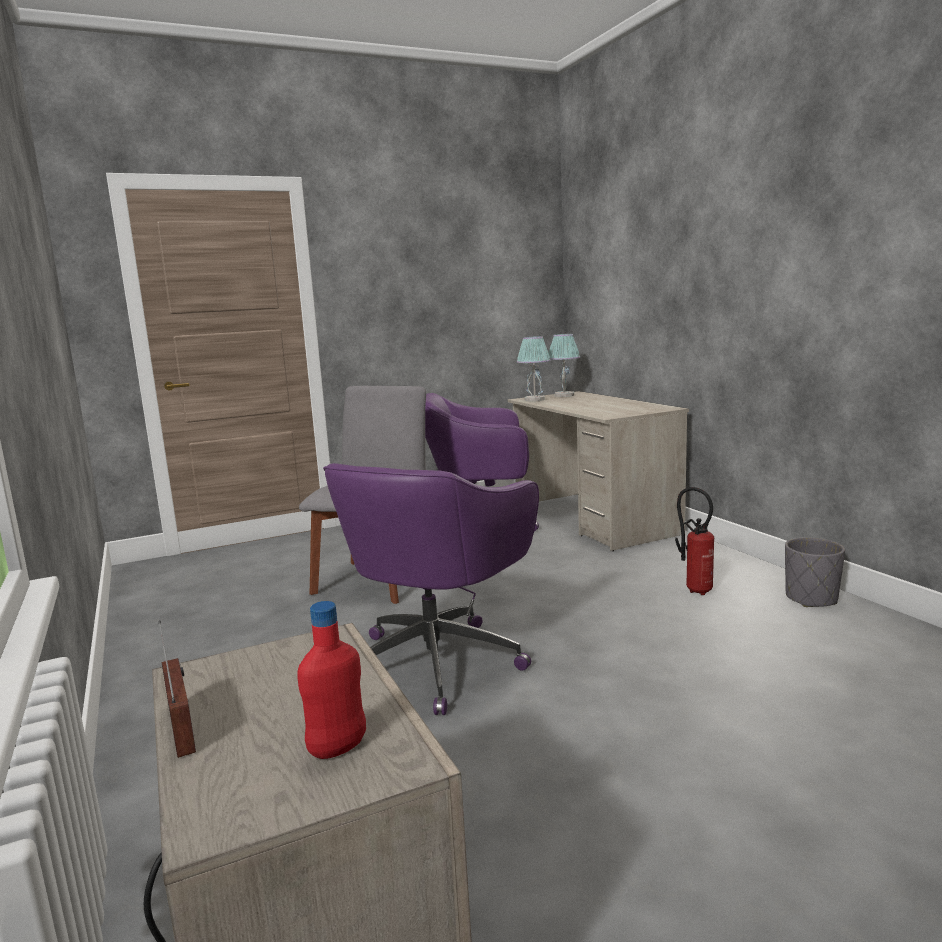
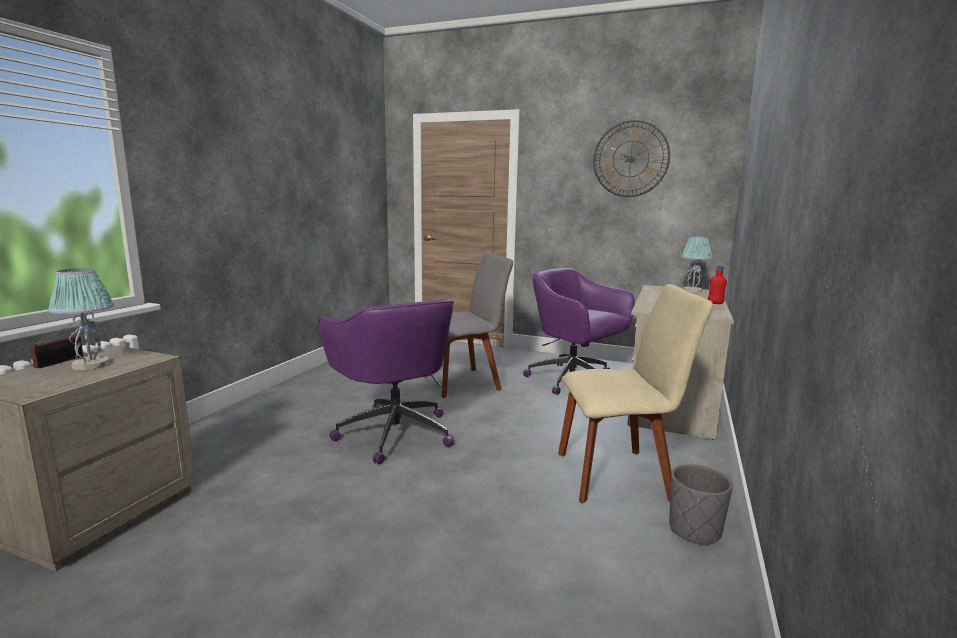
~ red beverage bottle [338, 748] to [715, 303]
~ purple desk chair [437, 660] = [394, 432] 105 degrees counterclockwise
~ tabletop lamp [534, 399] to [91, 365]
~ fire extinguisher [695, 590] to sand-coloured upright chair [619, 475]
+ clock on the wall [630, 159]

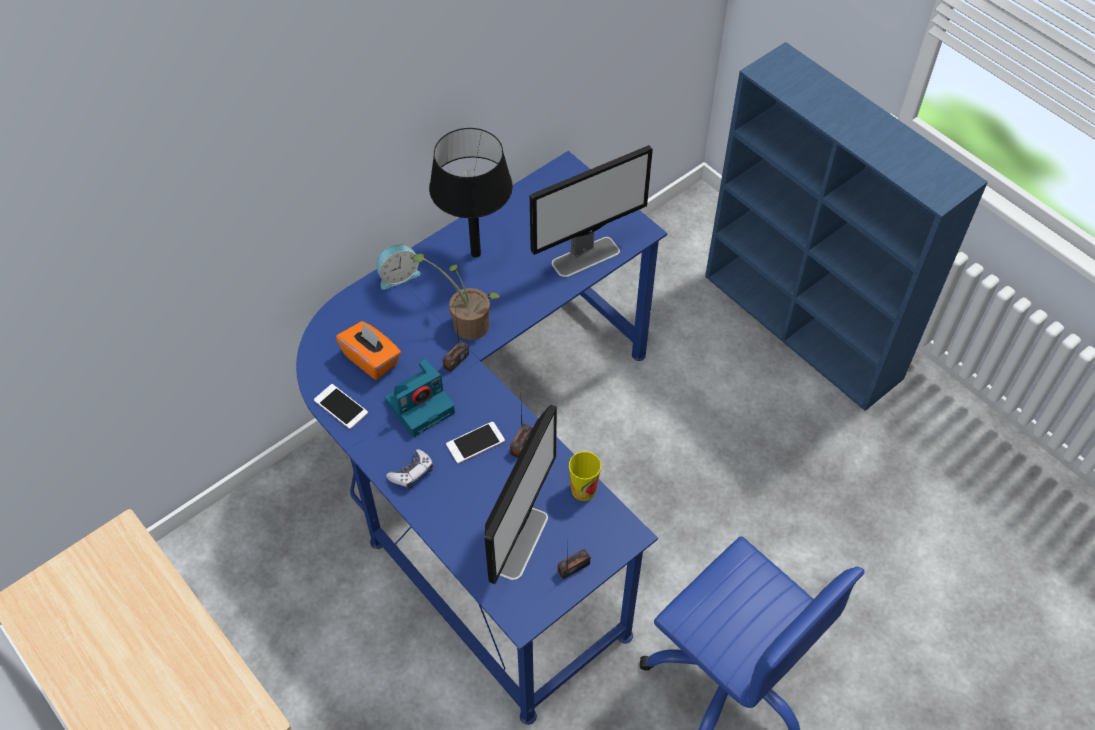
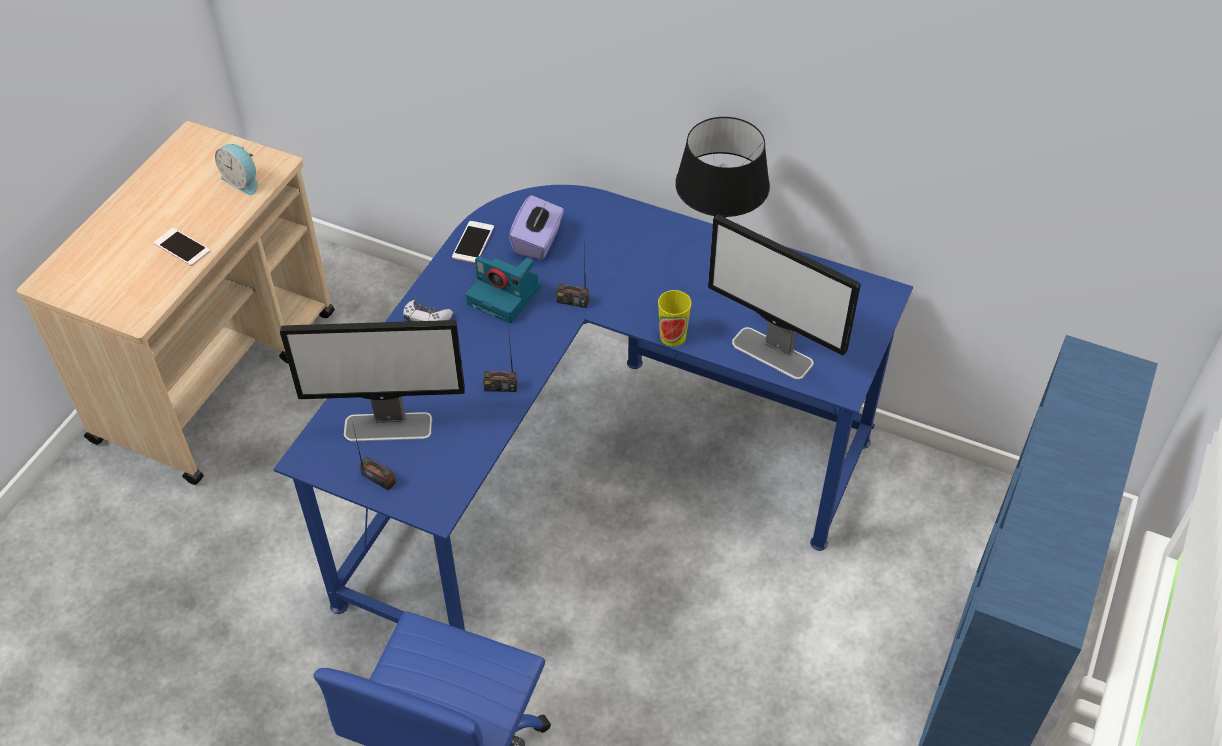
~ orangey box of tissues [371, 359] to purple box of tissues [538, 242]
~ table clock [398, 275] to [242, 181]
- houseplant [466, 322]
~ telephone [475, 443] to [182, 247]
~ cup [583, 489] to [672, 336]

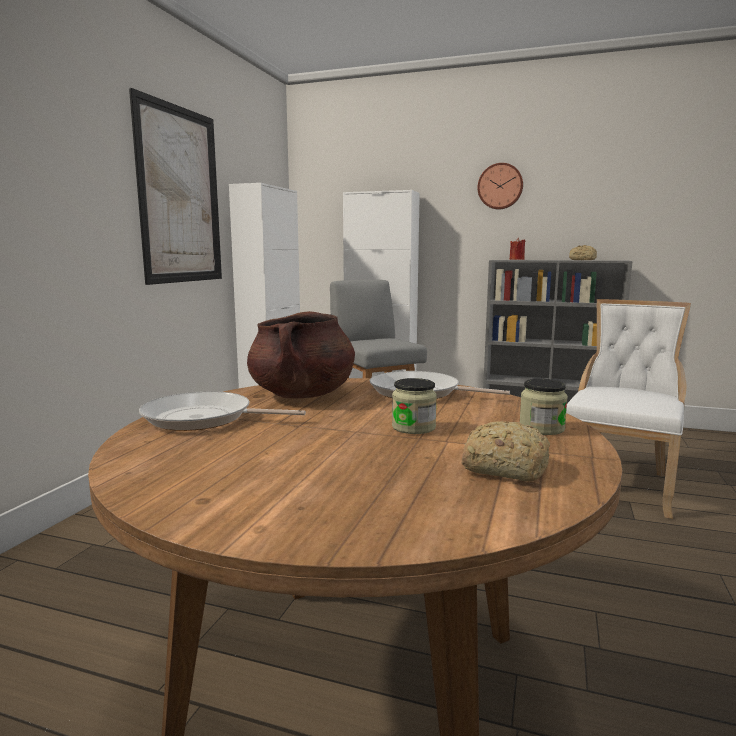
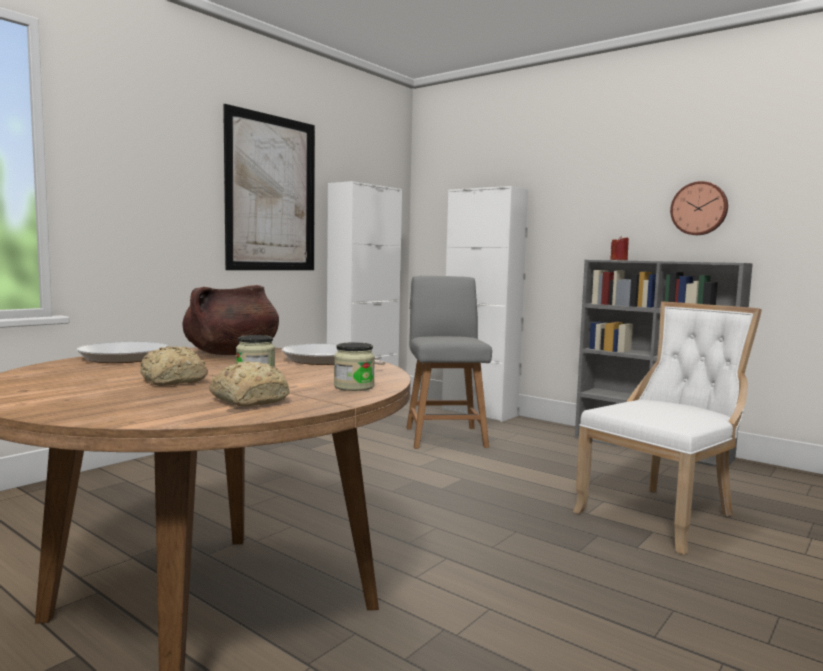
~ clock on the wall [500, 186] to [699, 208]
~ bread [583, 260] to [172, 381]

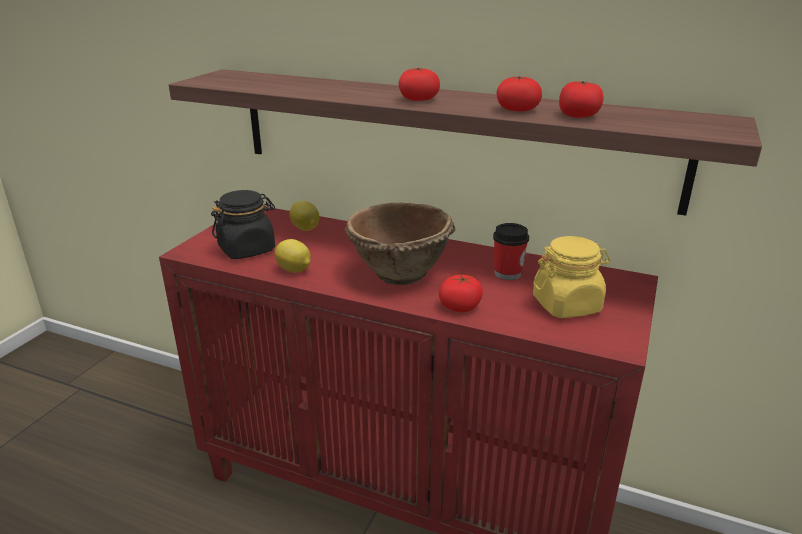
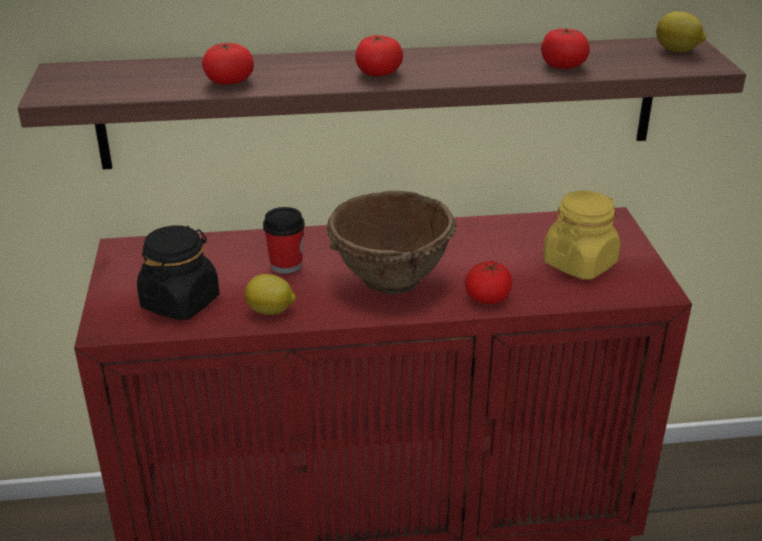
~ lemon [305, 229] to [677, 50]
~ cup [507, 273] to [286, 265]
~ fresh tomato [517, 110] to [229, 81]

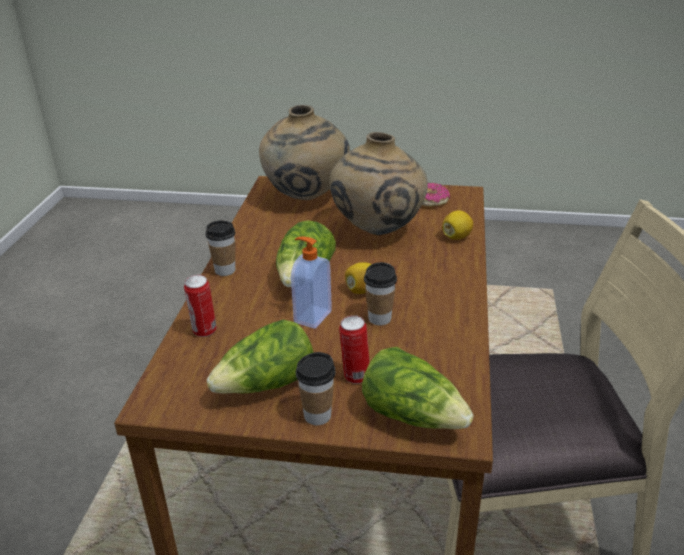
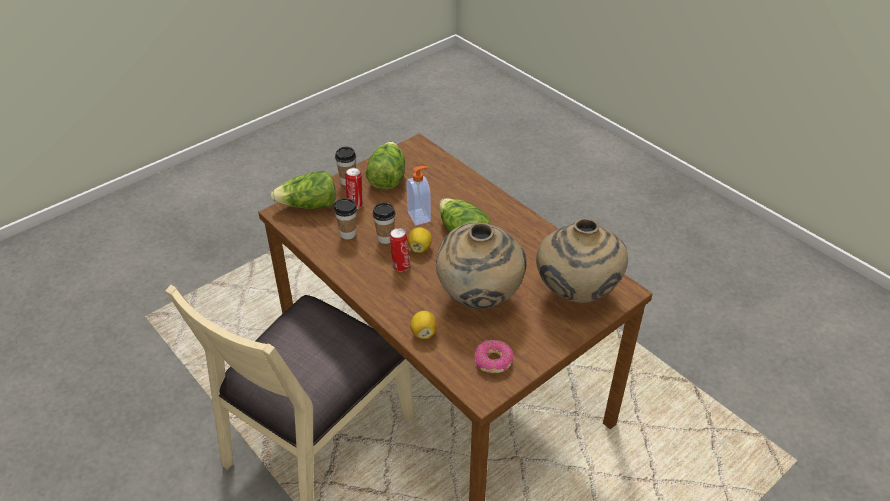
~ sealed can [204, 331] to [400, 266]
~ cup [225, 270] to [348, 234]

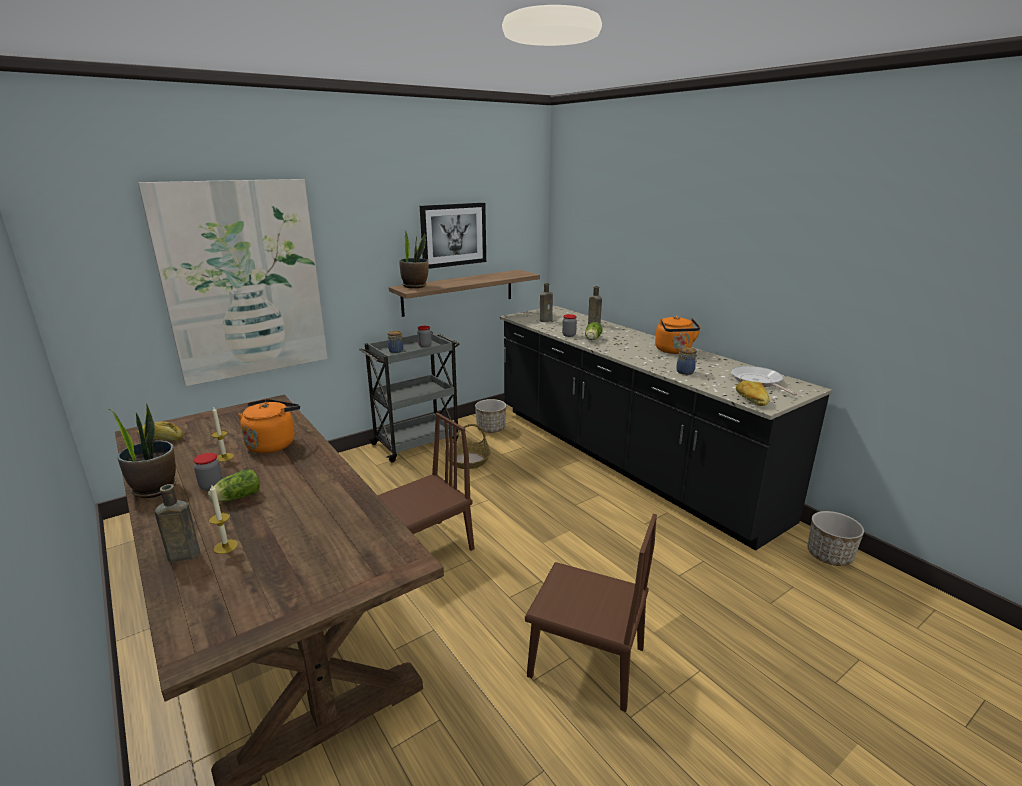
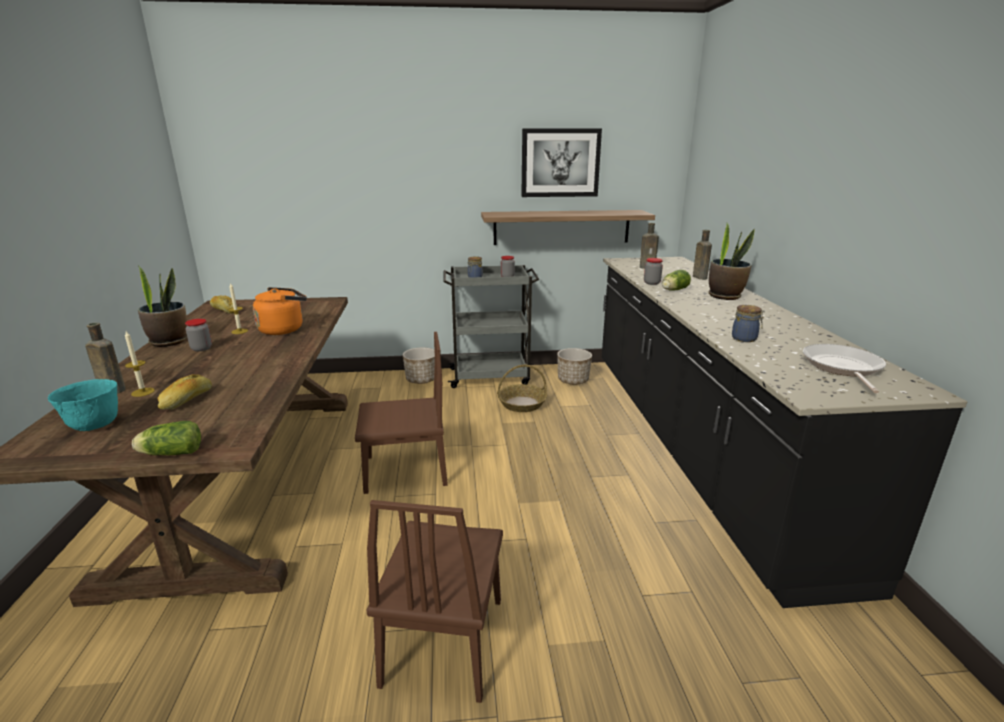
- picture [244, 281]
~ lettuce head [236, 498] to [170, 453]
~ houseplant [415, 286] to [725, 296]
~ brownish upright chair [586, 662] = [444, 640] 45 degrees clockwise
- orangey kettle [674, 351]
~ bread [750, 400] to [187, 400]
~ plant pot [829, 556] to [421, 379]
+ blue-green deep dish [93, 426]

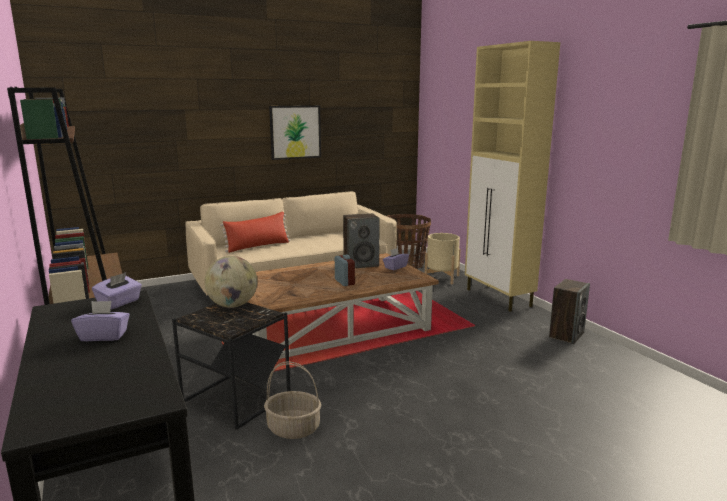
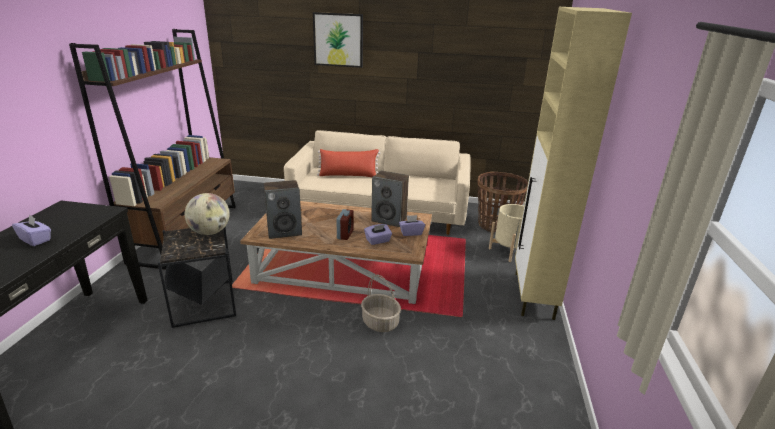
~ purple box of tissues [119, 303] to [378, 241]
~ household basket [294, 428] to [381, 323]
~ picture [295, 132] to [338, 40]
~ speaker [566, 335] to [284, 231]

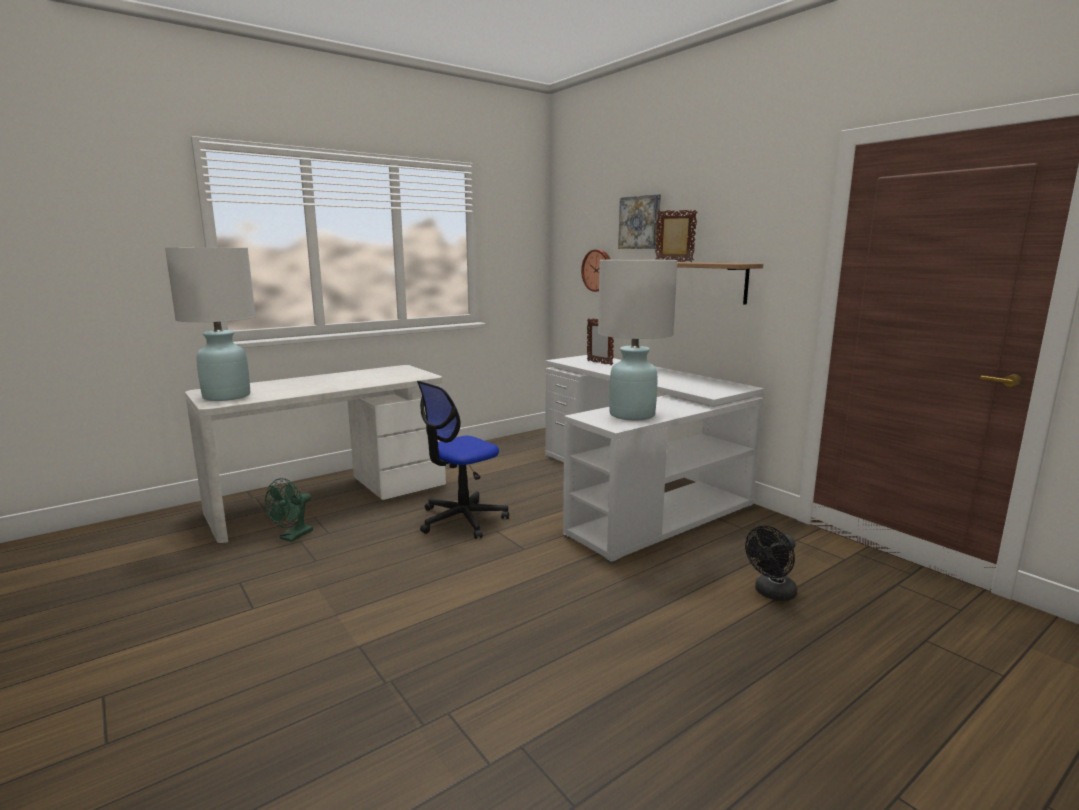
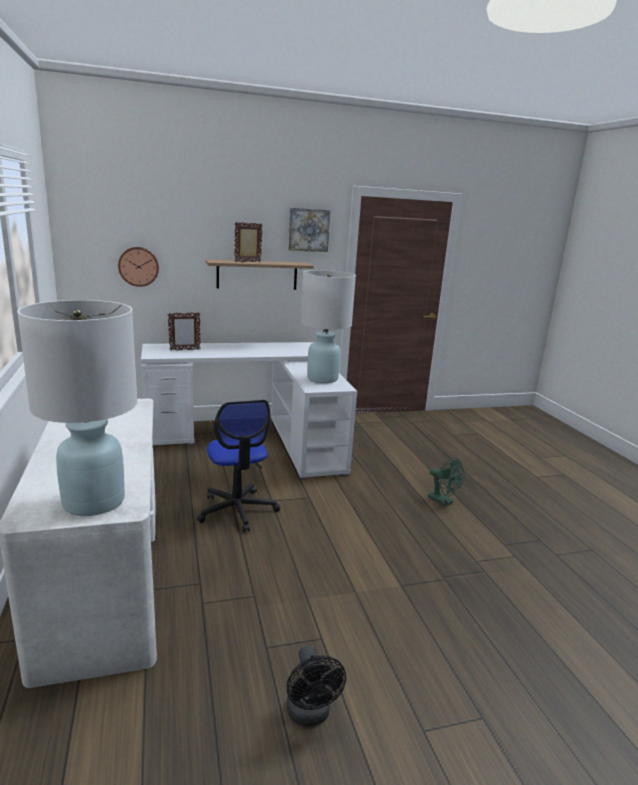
~ green-coloured electric fan [293, 537] to [443, 501]
~ picture [640, 222] to [308, 230]
~ black-coloured electric fan [771, 594] to [310, 715]

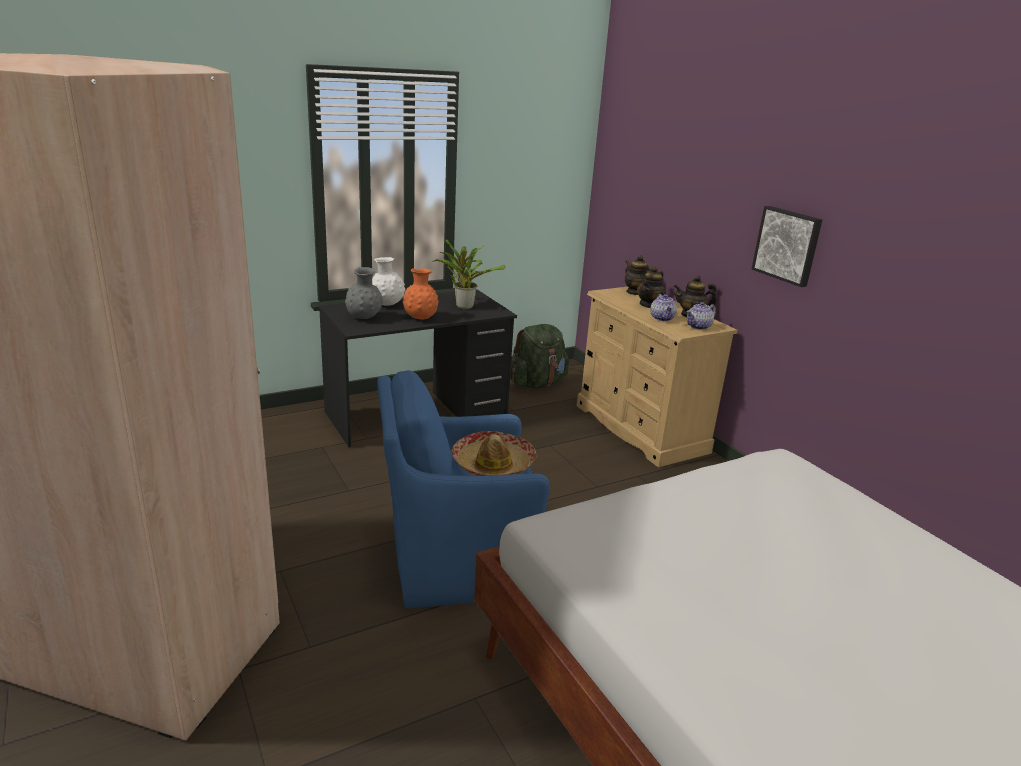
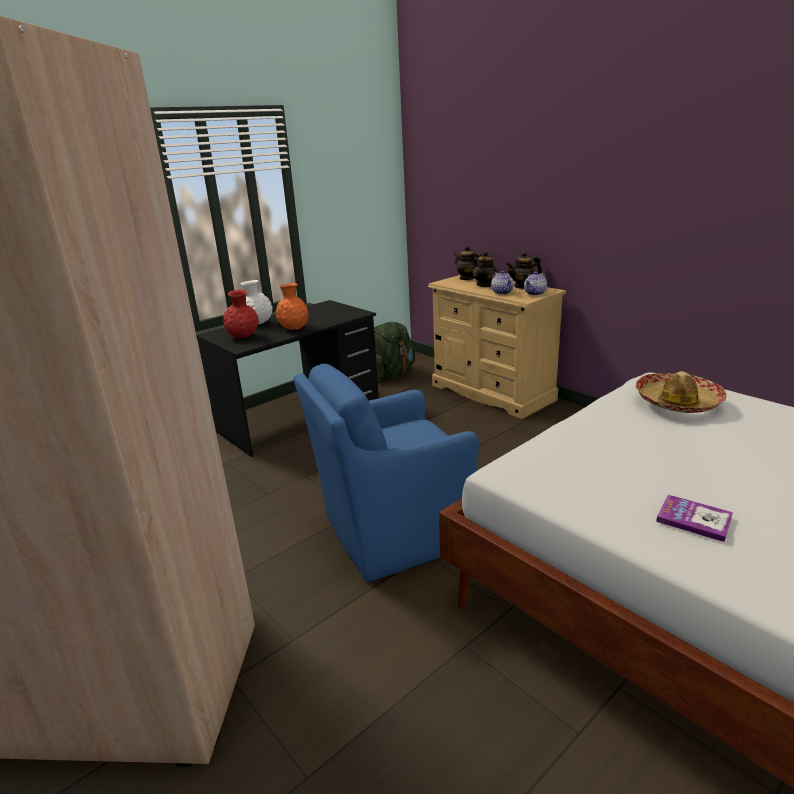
~ gray flower vase [364, 318] to red flower vase [243, 337]
- houseplant [463, 306]
~ hat [493, 464] to [677, 401]
- picture [787, 245]
+ book [694, 519]

